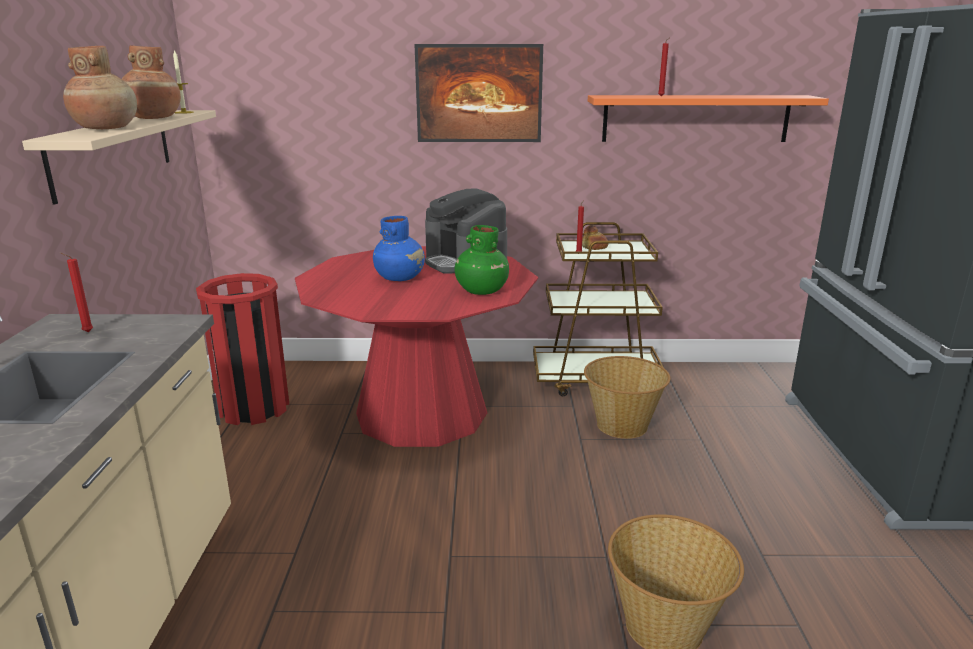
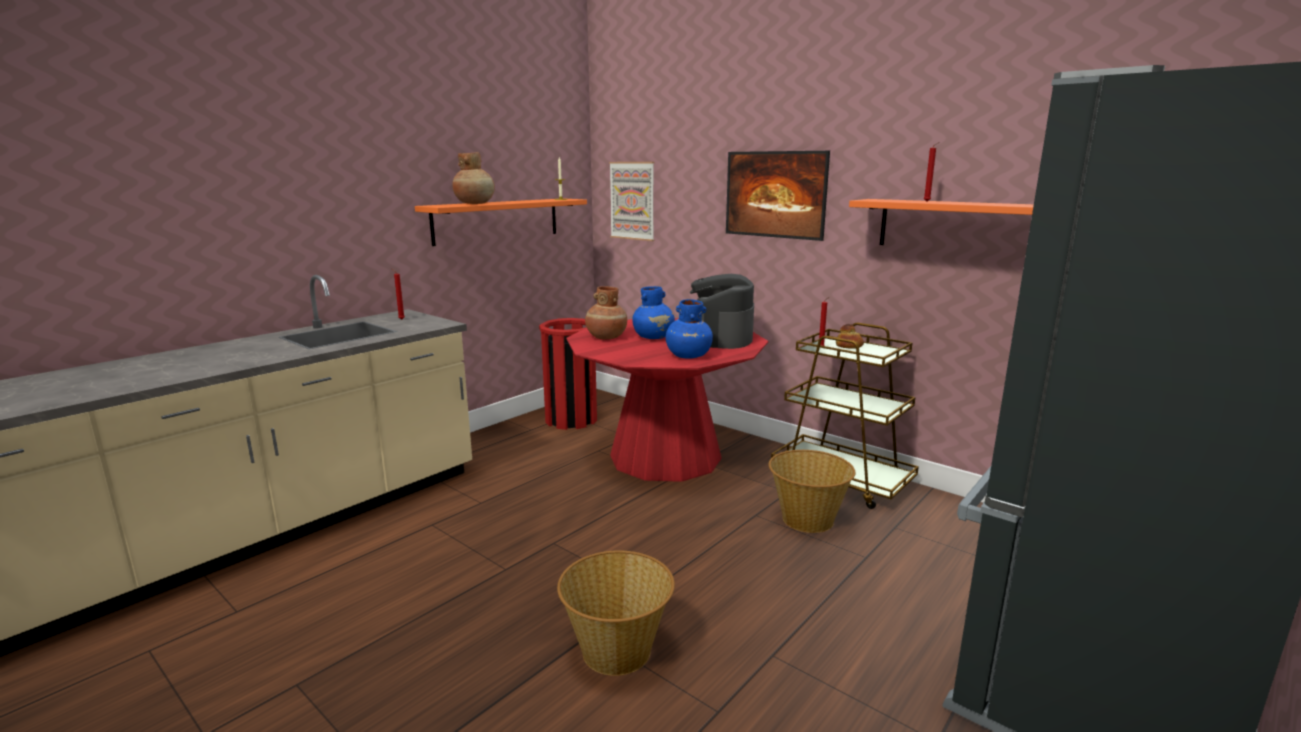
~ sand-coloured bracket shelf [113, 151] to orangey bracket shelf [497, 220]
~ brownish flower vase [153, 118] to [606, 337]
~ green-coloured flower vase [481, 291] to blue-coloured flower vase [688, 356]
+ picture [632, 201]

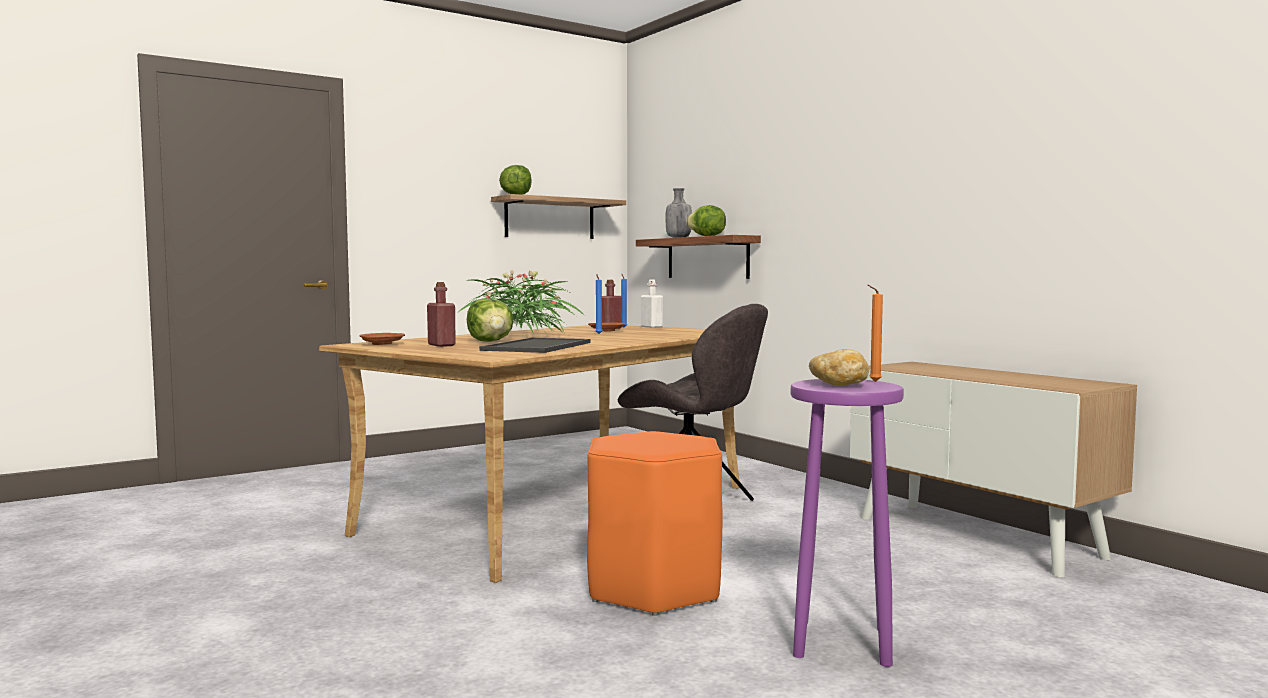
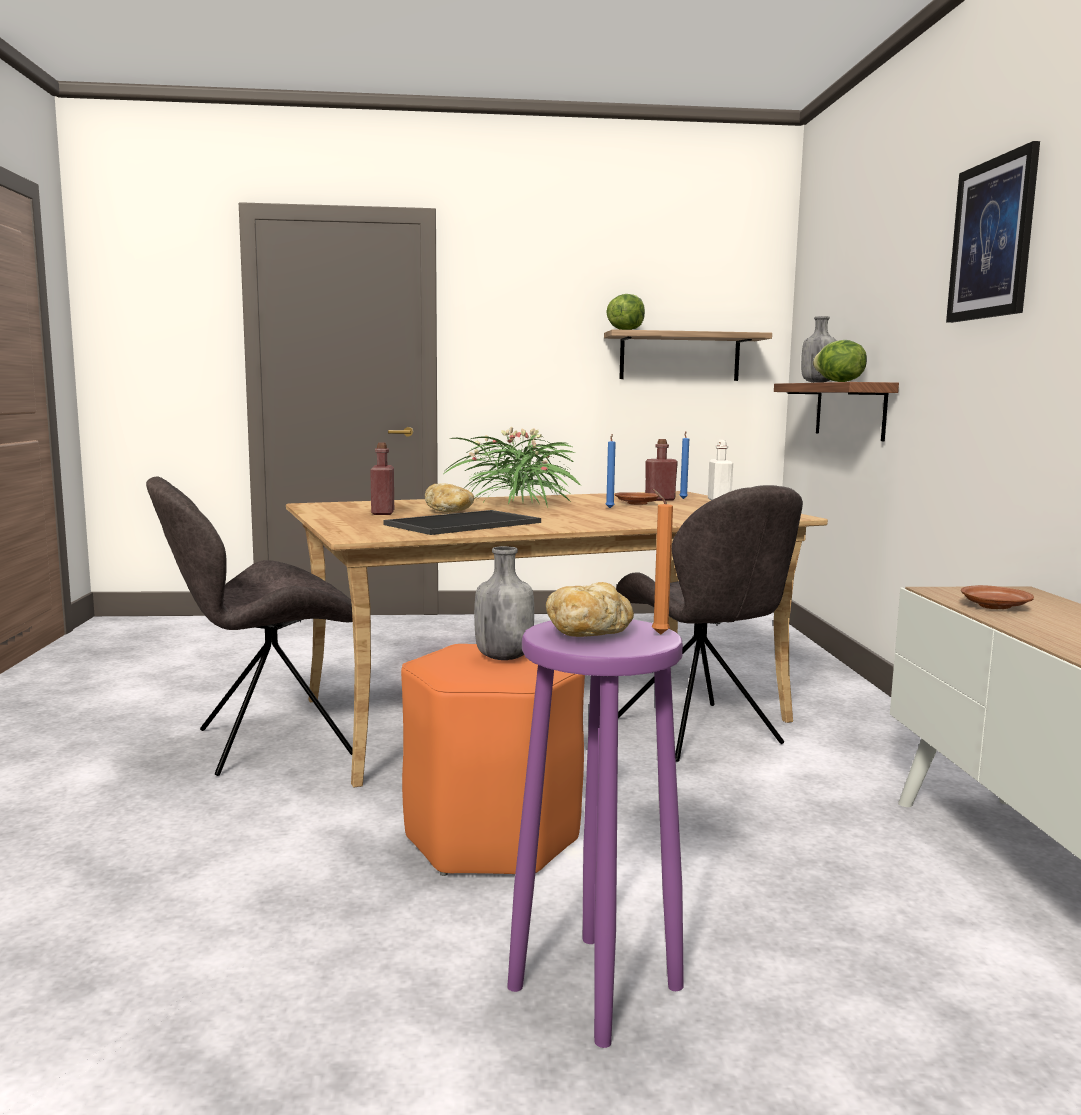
~ brownish flat dish [382, 344] to [994, 606]
~ lettuce head [491, 341] to bread [449, 511]
+ gray upright chair [267, 743]
+ gray beverage bottle [503, 657]
+ picture [992, 239]

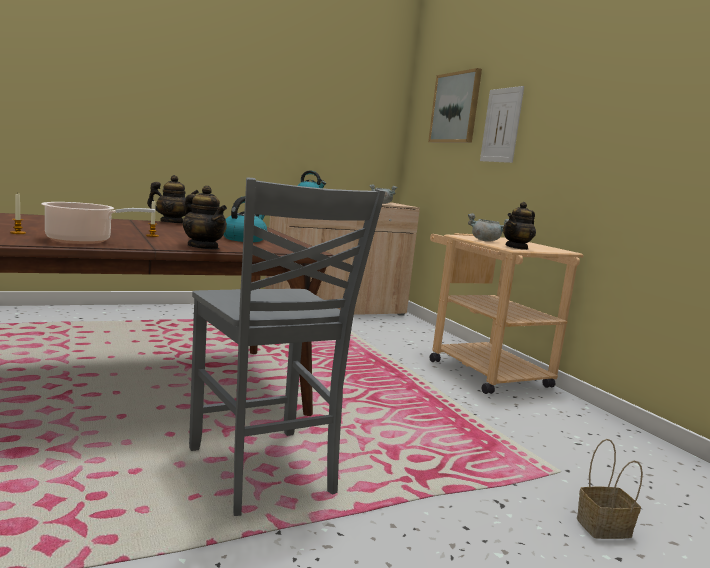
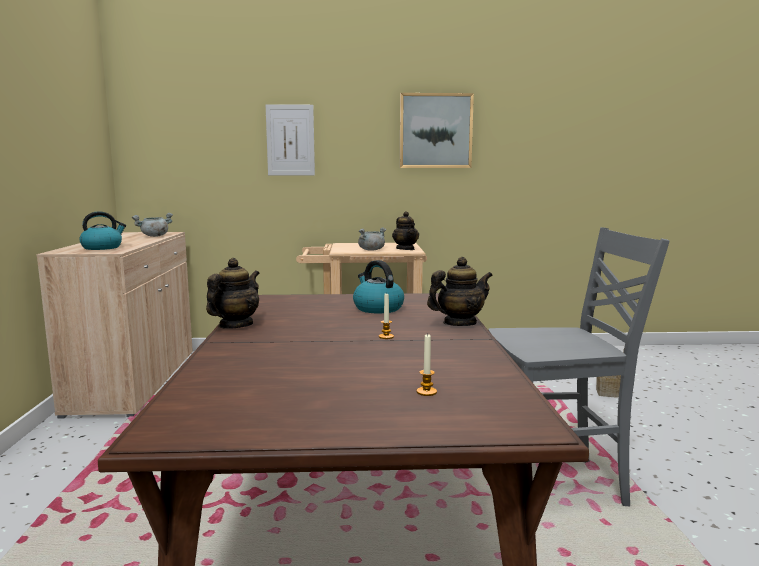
- cooking pot [83, 241]
~ picture [455, 108] to [435, 131]

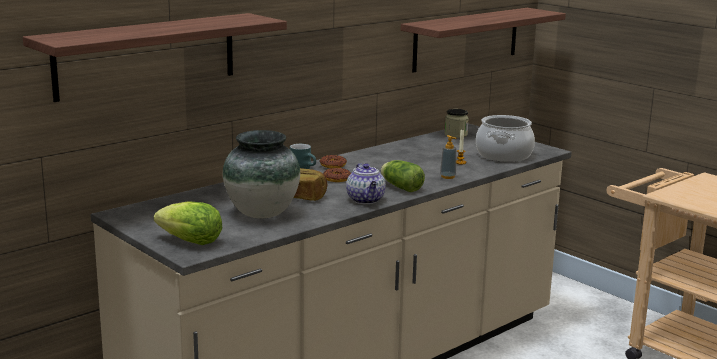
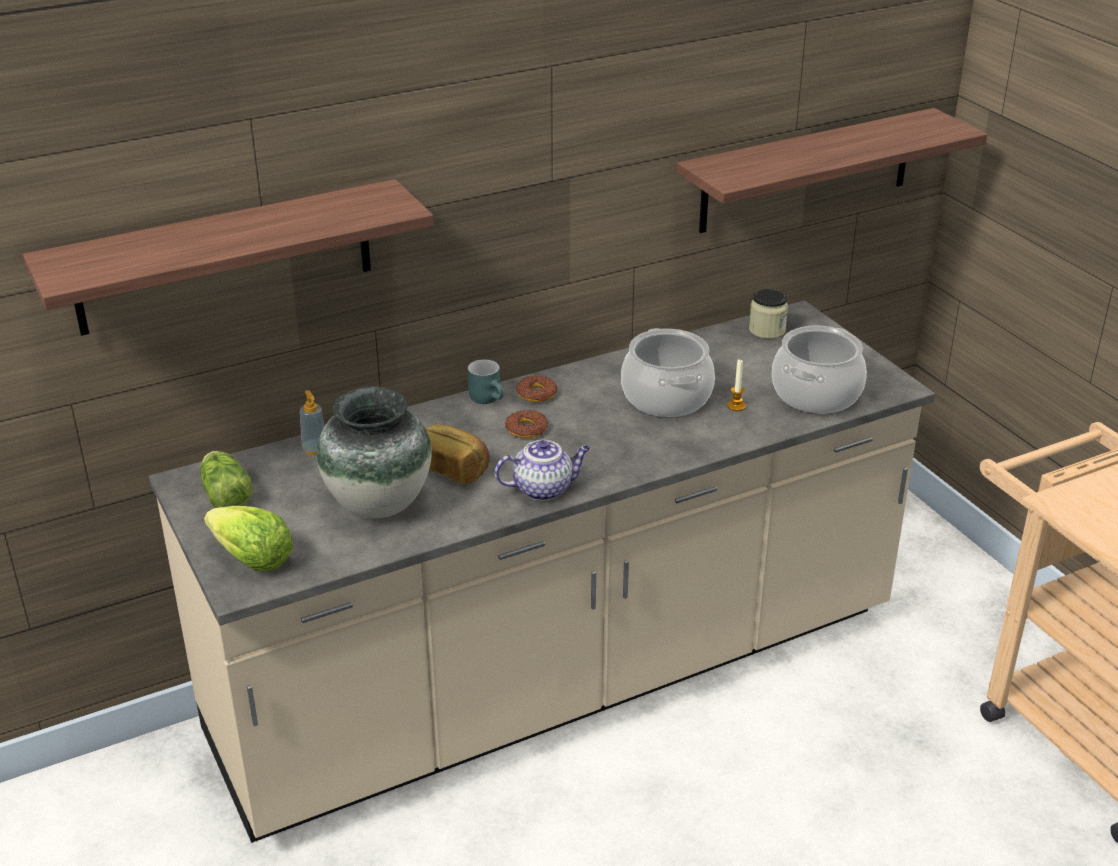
~ tea pot [366, 200] = [544, 488] 105 degrees counterclockwise
~ lettuce head [400, 187] to [225, 494]
~ soap bottle [448, 177] to [315, 449]
+ cooking pot [667, 397]

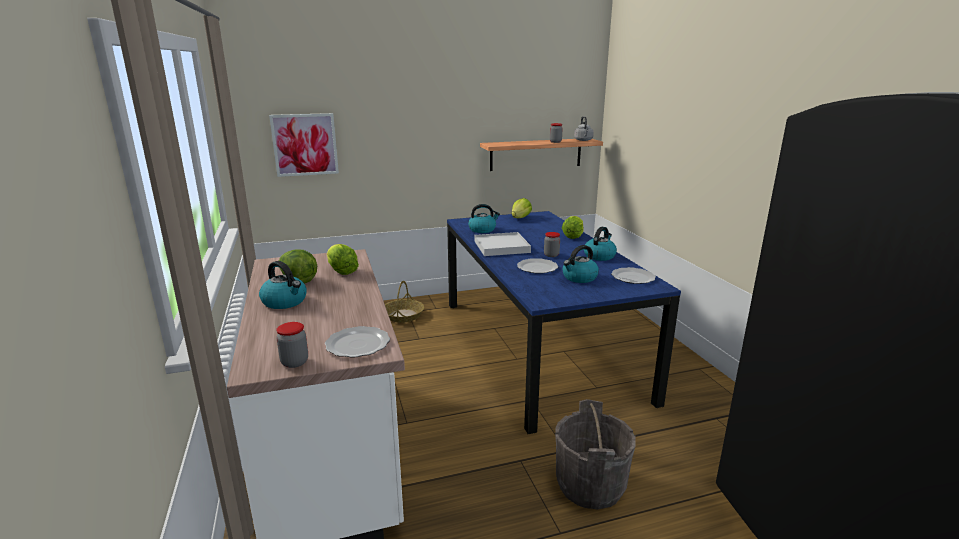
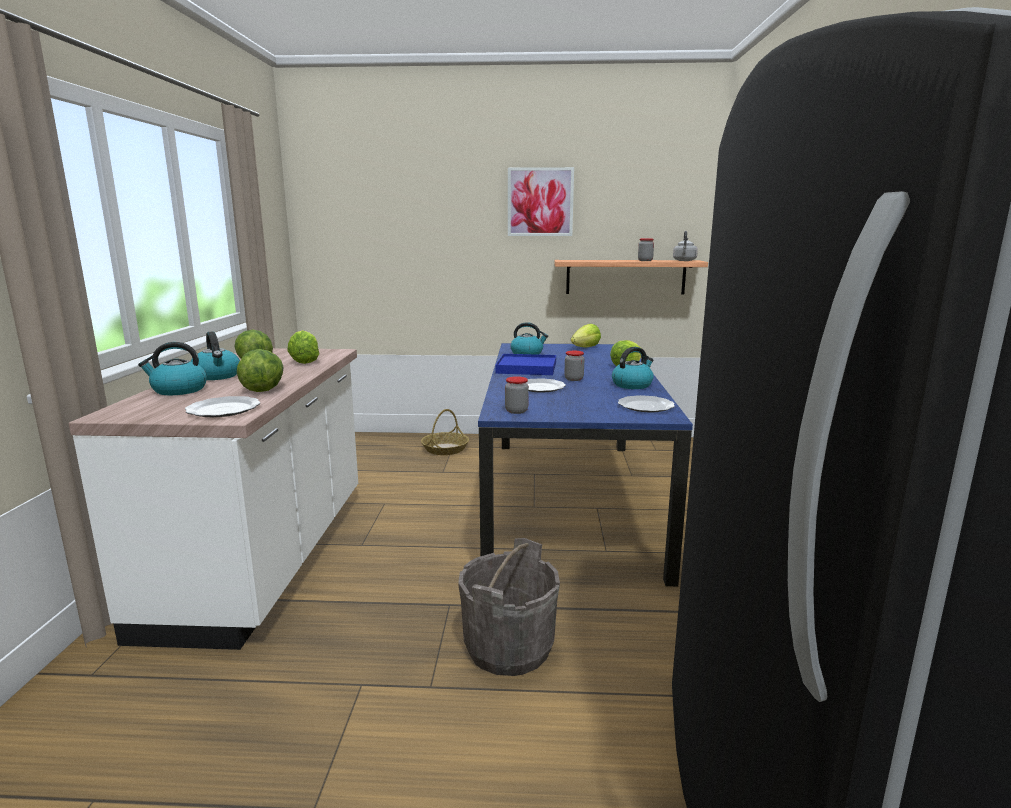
~ picture [305, 144] to [540, 202]
~ storage jar [294, 362] to [516, 411]
~ whitish serving tray [501, 247] to blue-coloured serving tray [527, 368]
~ kettle [579, 278] to [178, 390]
+ lettuce head [263, 389]

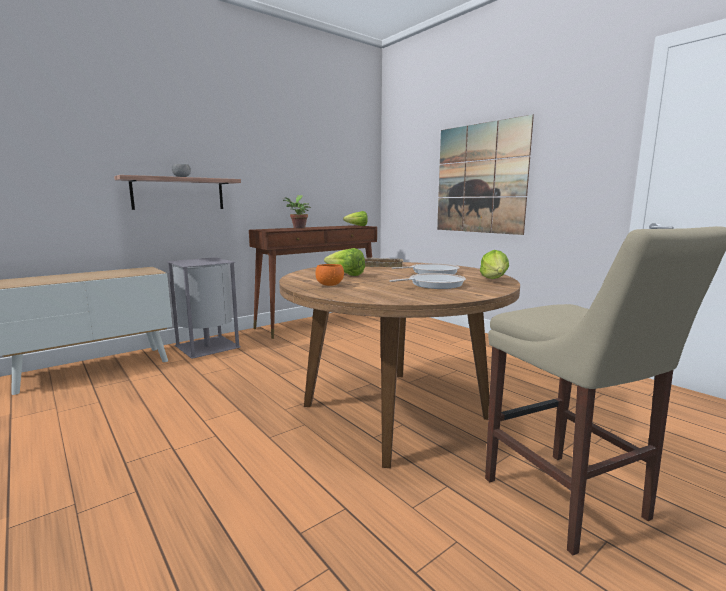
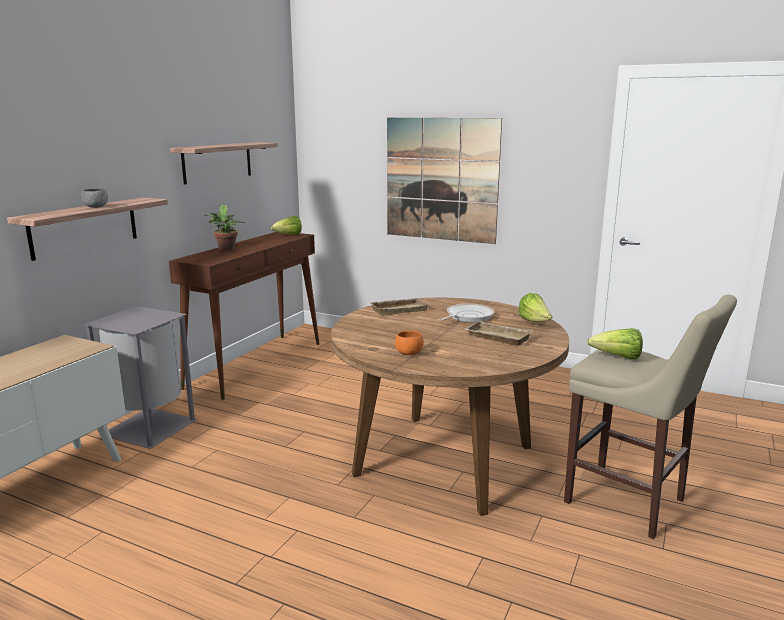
~ lettuce head [346, 275] to [617, 357]
~ skillet [433, 285] to sand-coloured serving tray [496, 337]
+ bracket shelf [217, 162]

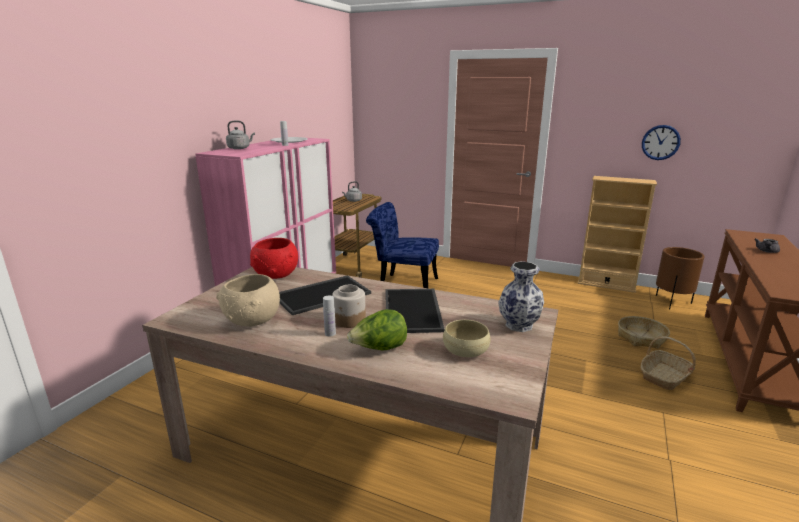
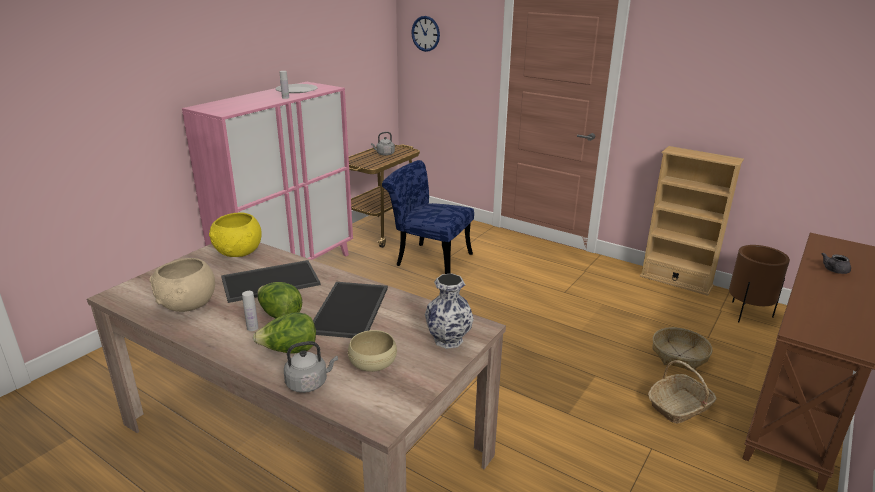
~ gray kettle [240, 148] to [309, 383]
~ red deep dish [276, 275] to yellow-coloured deep dish [239, 253]
~ storage jar [349, 320] to lettuce head [280, 315]
~ clock on the wall [660, 142] to [425, 33]

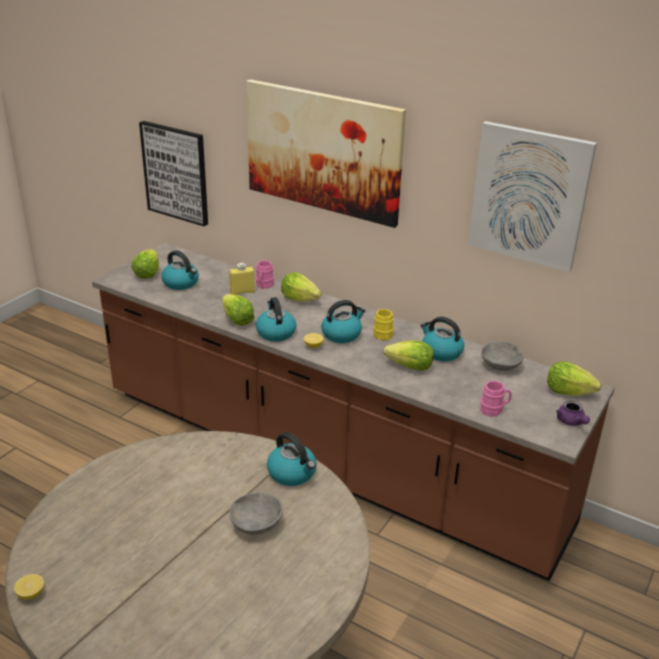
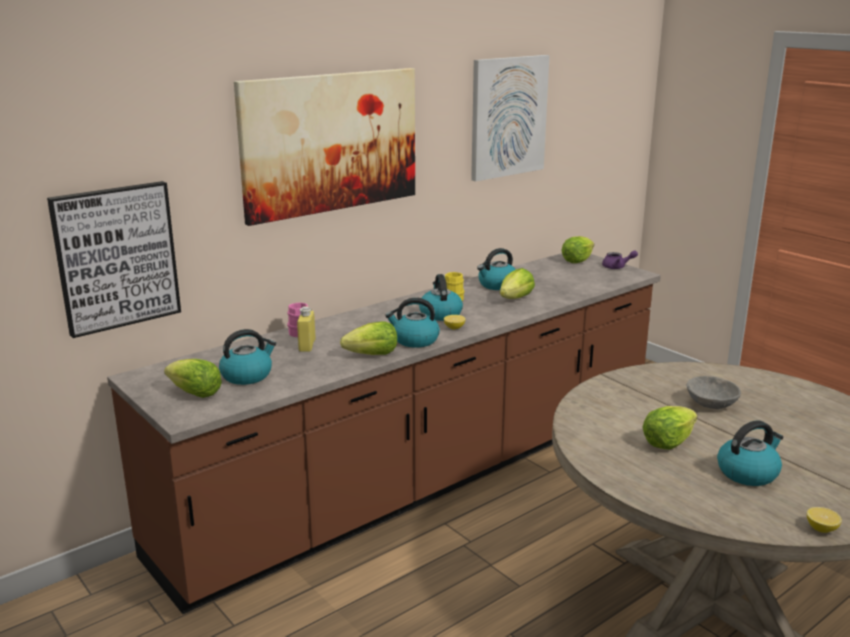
~ kettle [292, 473] to [748, 472]
~ lettuce head [299, 299] to [667, 442]
- pink-coloured coffee mug [494, 410]
- gray deep dish [500, 365]

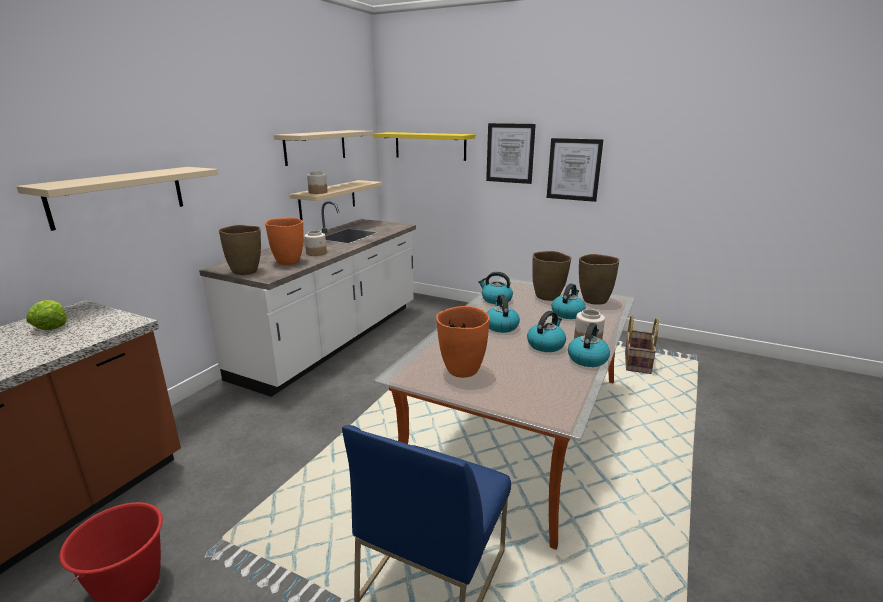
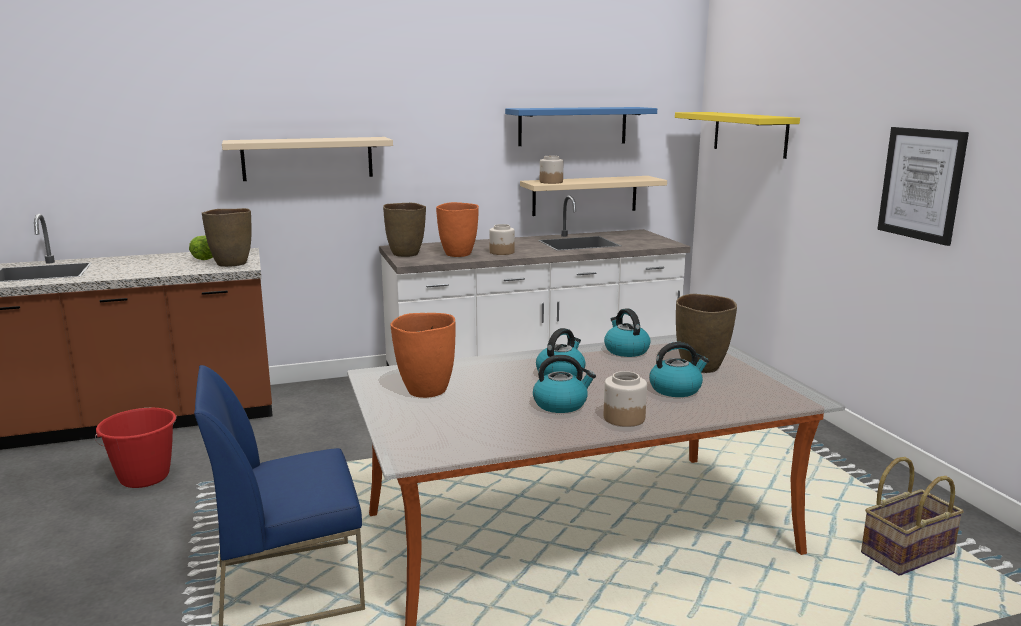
~ sand-coloured bracket shelf [315, 147] to blue-coloured bracket shelf [572, 126]
- picture [510, 153]
- kettle [587, 359]
~ brownish flower vase [594, 300] to [231, 264]

